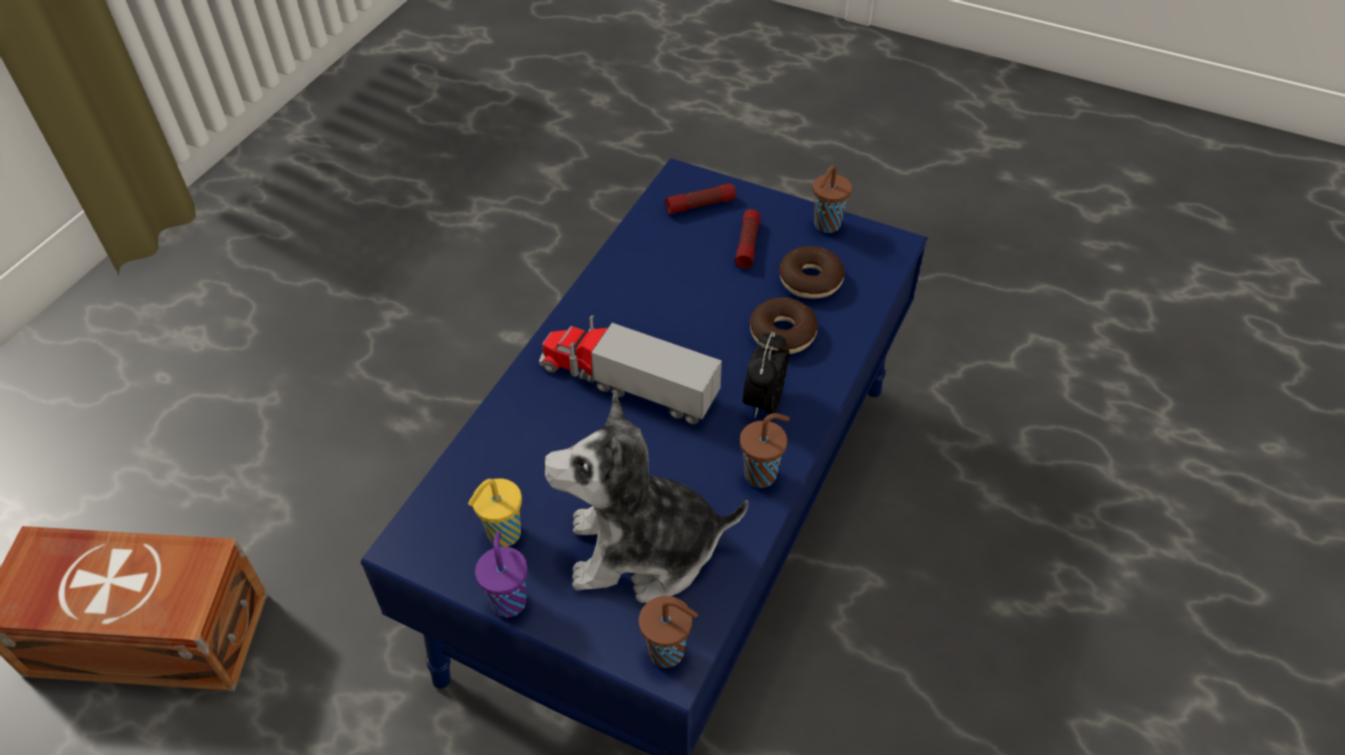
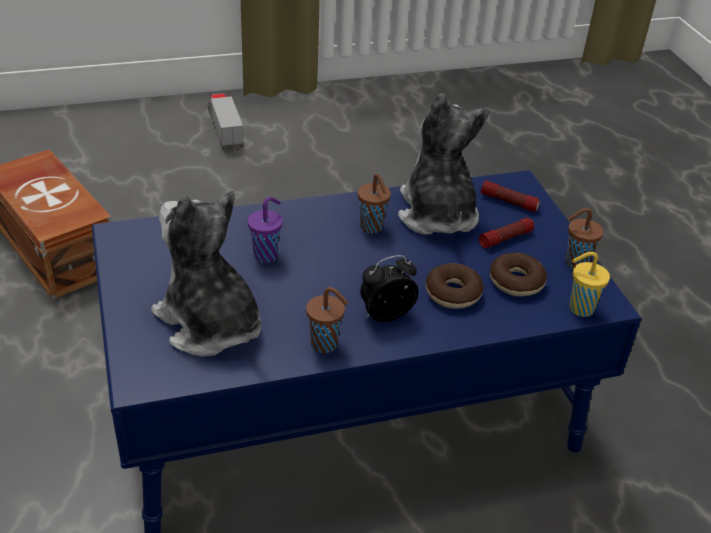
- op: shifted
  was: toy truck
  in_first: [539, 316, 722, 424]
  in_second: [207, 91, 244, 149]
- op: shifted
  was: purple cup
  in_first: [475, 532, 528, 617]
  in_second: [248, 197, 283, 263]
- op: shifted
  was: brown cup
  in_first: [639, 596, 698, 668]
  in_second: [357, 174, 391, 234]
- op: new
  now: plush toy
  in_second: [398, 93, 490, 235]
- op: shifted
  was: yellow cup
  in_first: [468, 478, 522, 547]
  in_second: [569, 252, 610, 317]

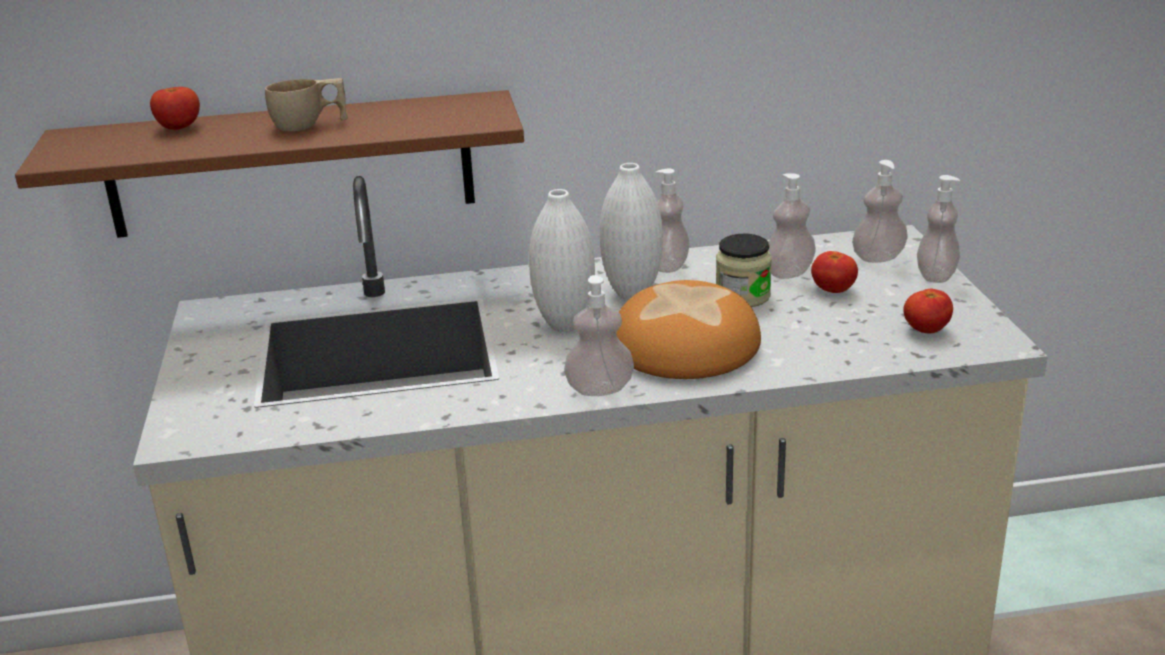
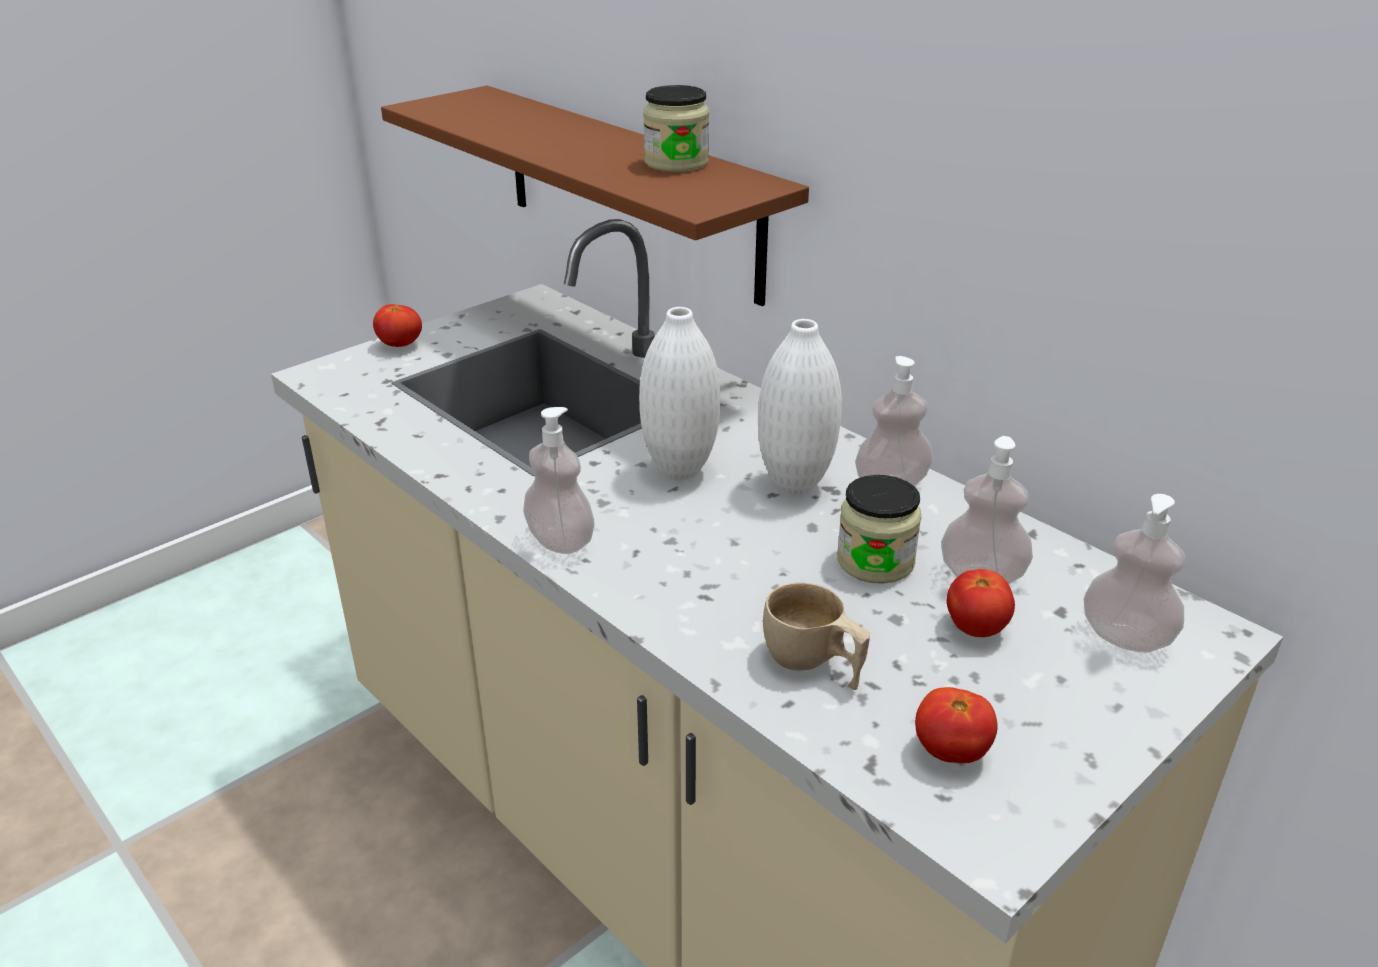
- op: shifted
  was: tomato
  in_first: [150, 87, 200, 130]
  in_second: [373, 304, 422, 347]
- op: new
  now: jar
  in_second: [643, 85, 709, 172]
- op: shifted
  was: beige cup
  in_first: [265, 78, 348, 131]
  in_second: [763, 582, 870, 690]
- op: gone
  was: bread
  in_first: [616, 280, 761, 379]
- op: gone
  was: soap dispenser
  in_first: [917, 175, 960, 283]

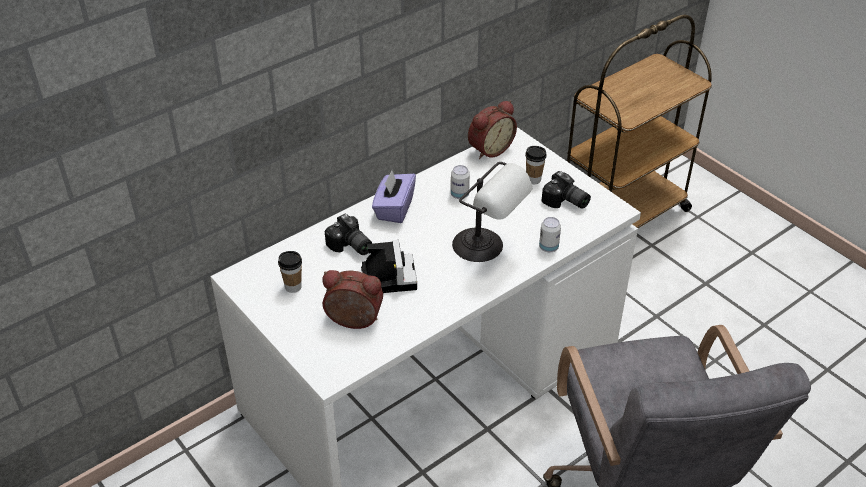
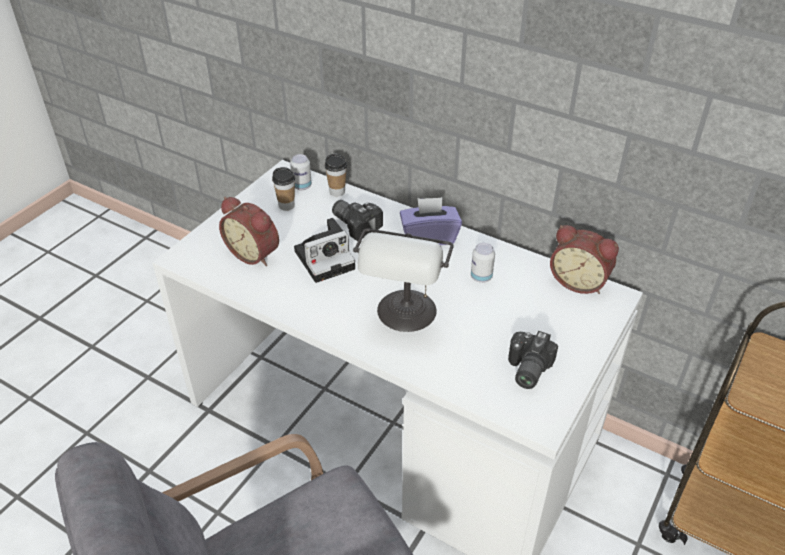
- op: rotated
  was: alarm clock
  in_first: [322, 270, 383, 329]
  in_second: [219, 197, 279, 266]
  clockwise: 135
- op: shifted
  was: can
  in_first: [539, 217, 561, 252]
  in_second: [290, 154, 312, 190]
- op: shifted
  was: cup
  in_first: [525, 146, 547, 184]
  in_second: [325, 154, 347, 197]
- op: rotated
  was: photo camera
  in_first: [325, 214, 372, 255]
  in_second: [332, 200, 383, 241]
  clockwise: 105

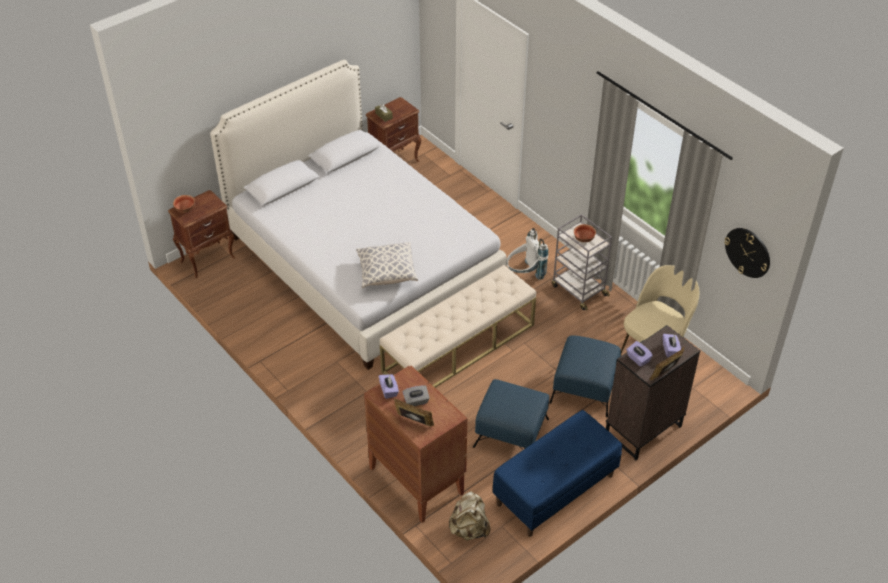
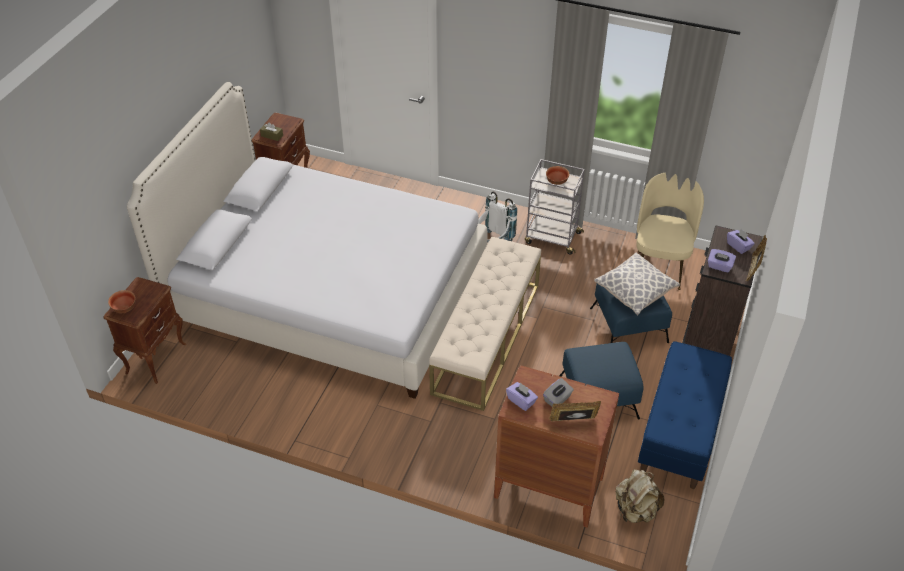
- op: shifted
  was: pillow
  in_first: [356, 242, 418, 288]
  in_second: [594, 253, 680, 316]
- op: gone
  was: wall clock
  in_first: [724, 228, 770, 278]

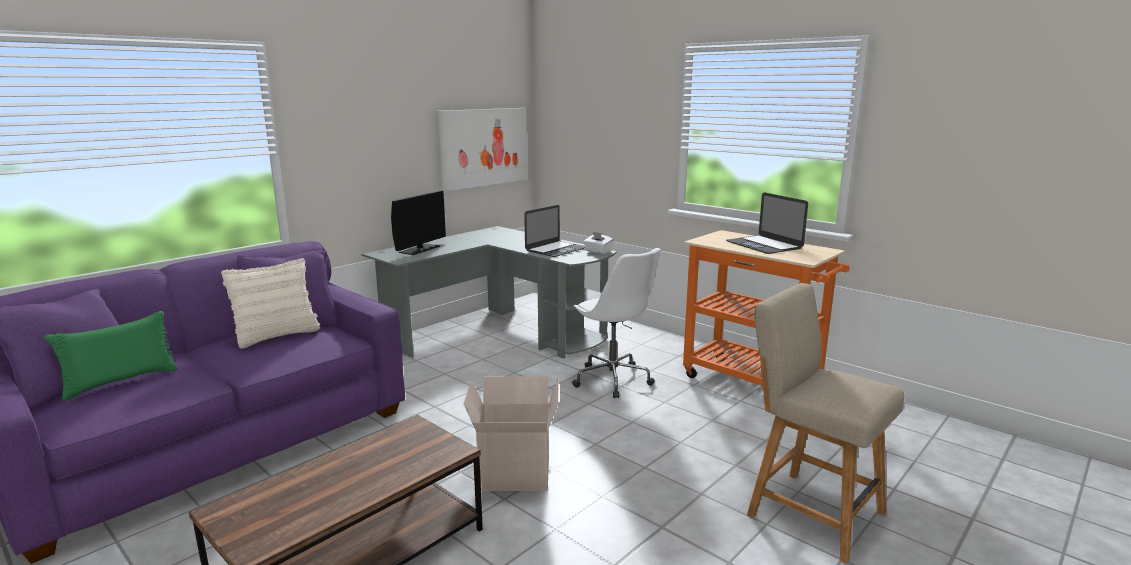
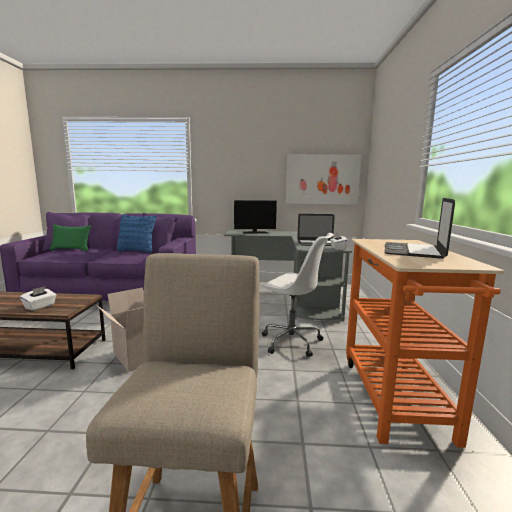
- op: new
  now: white tissue box
  in_second: [20, 286, 56, 311]
- op: repainted
  was: beige pillow
  now: blue pillow
  in_first: [221, 258, 320, 349]
  in_second: [117, 214, 157, 253]
- op: rotated
  was: white office chair
  in_first: [572, 248, 661, 398]
  in_second: [262, 233, 334, 357]
  clockwise: -75

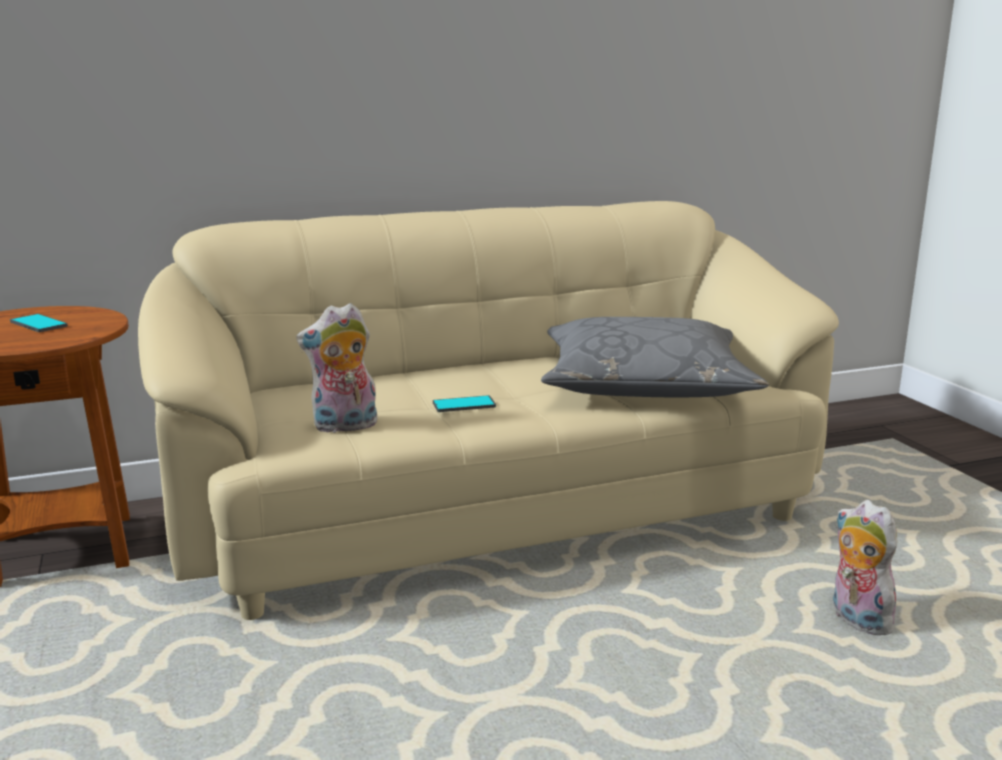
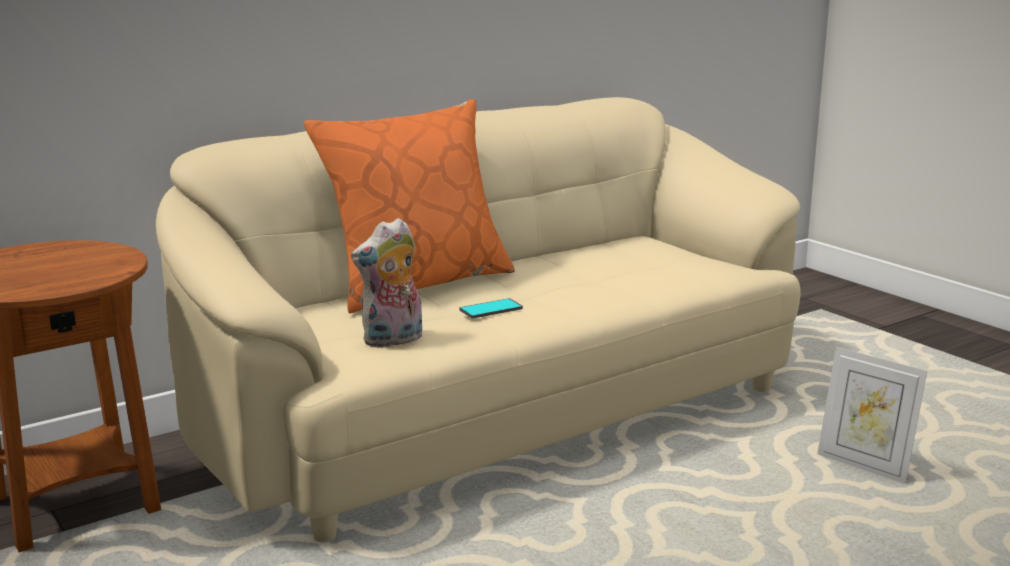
- op: new
  now: orange pillow
  in_second: [304, 99, 515, 313]
- op: swapped
  was: plush toy
  now: picture frame
  in_first: [833, 500, 897, 635]
  in_second: [817, 347, 927, 484]
- op: gone
  was: phone
  in_first: [10, 314, 68, 332]
- op: gone
  was: grey pillow
  in_first: [541, 317, 769, 397]

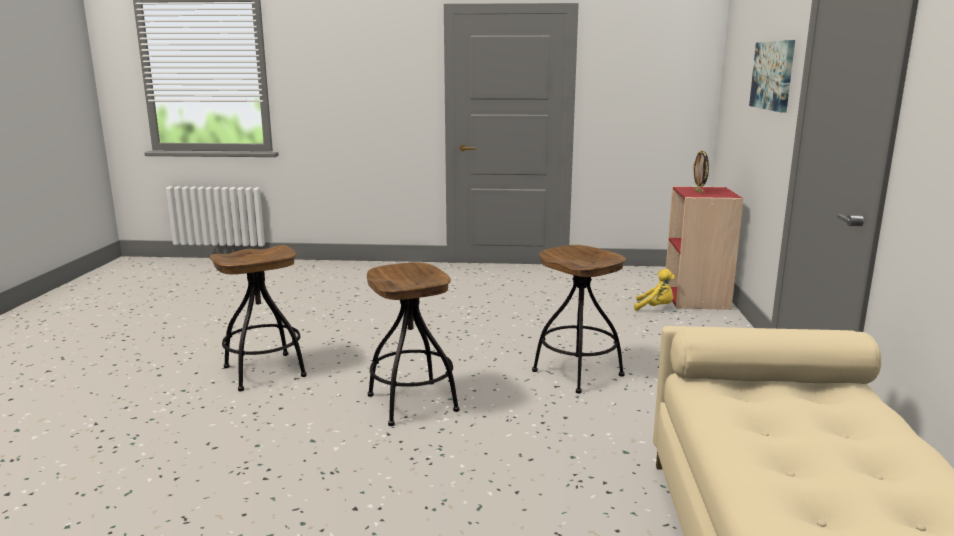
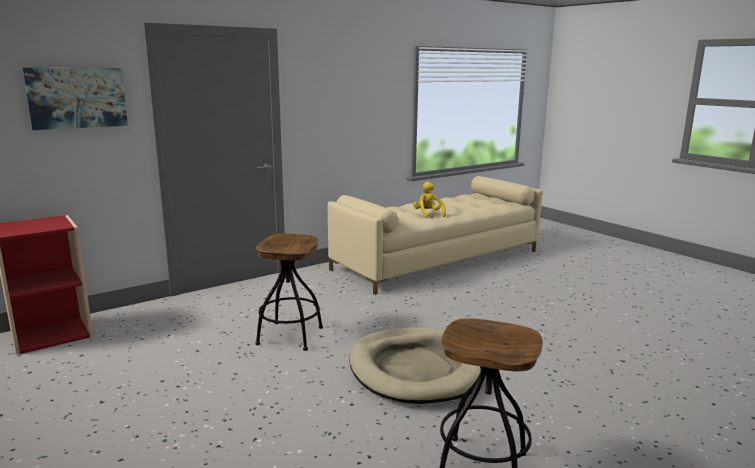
- op: swapped
  was: brown stool
  now: beige dog bed
  in_first: [367, 262, 459, 426]
  in_second: [349, 327, 486, 404]
- op: shifted
  was: yellow plush toy
  in_first: [634, 269, 675, 311]
  in_second: [413, 182, 446, 218]
- op: gone
  was: picture frame
  in_first: [693, 150, 709, 193]

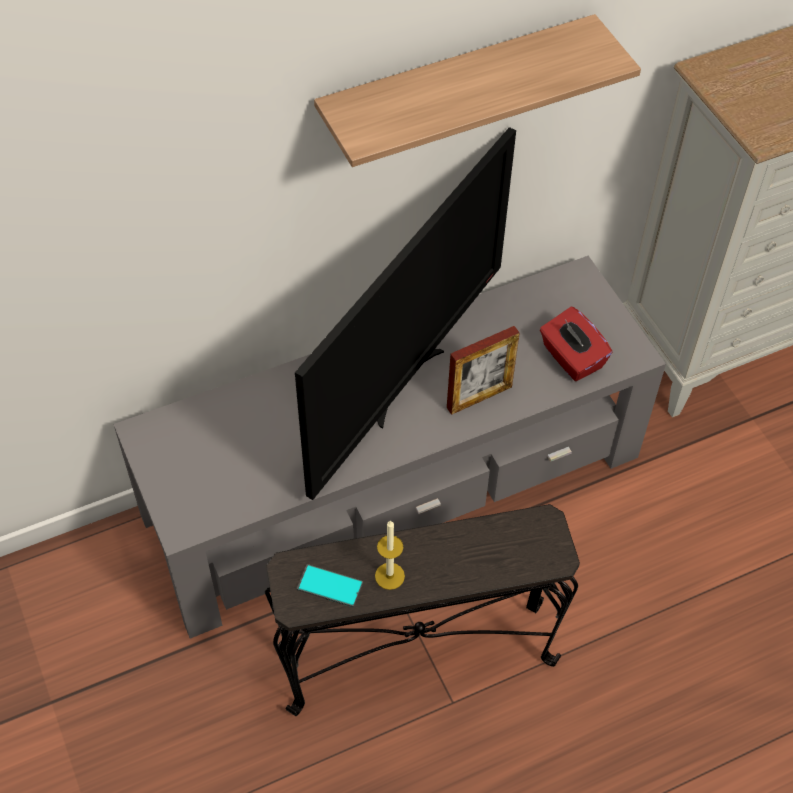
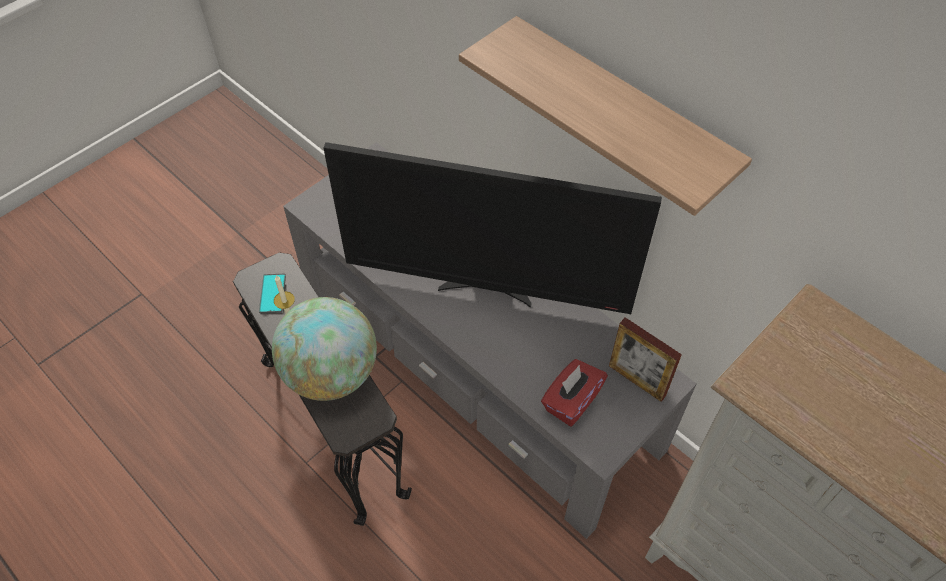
- op: new
  now: globe
  in_second: [272, 297, 377, 401]
- op: shifted
  was: picture frame
  in_first: [447, 326, 520, 415]
  in_second: [609, 317, 682, 402]

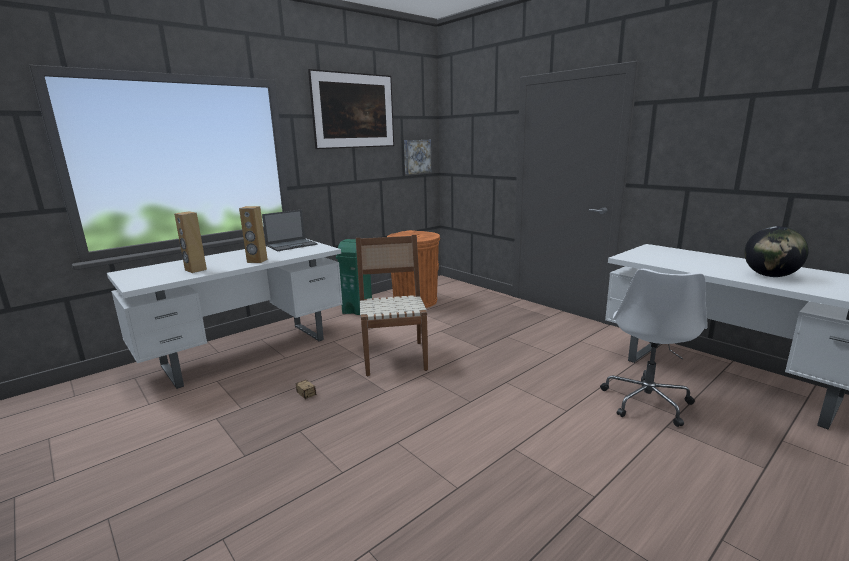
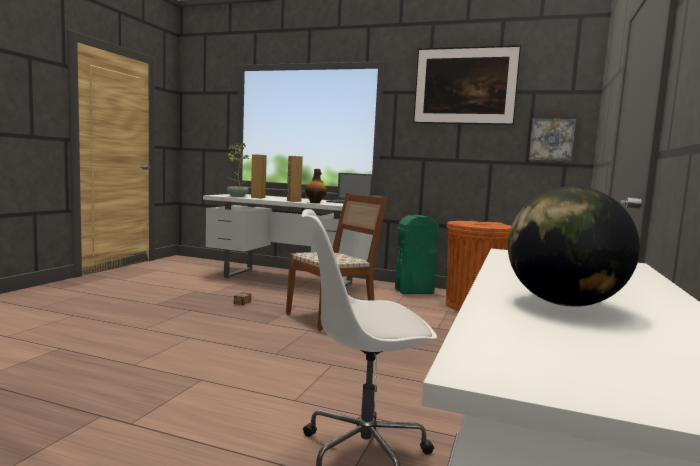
- op: new
  now: potted plant
  in_second: [227, 143, 251, 197]
- op: new
  now: bottle
  in_second: [305, 169, 327, 203]

